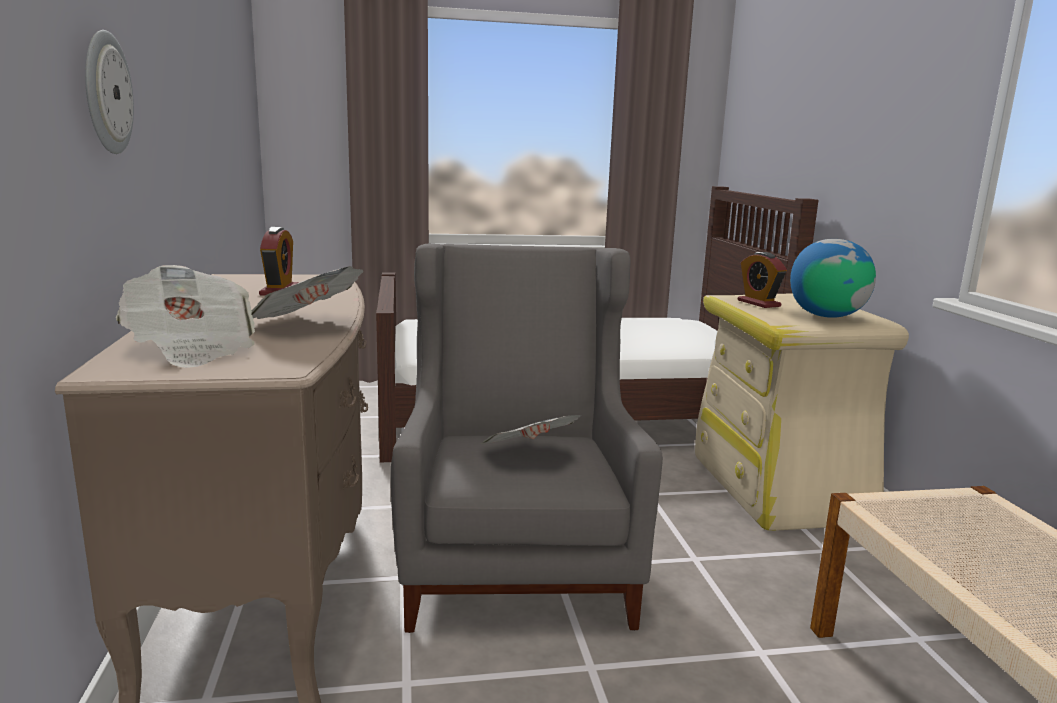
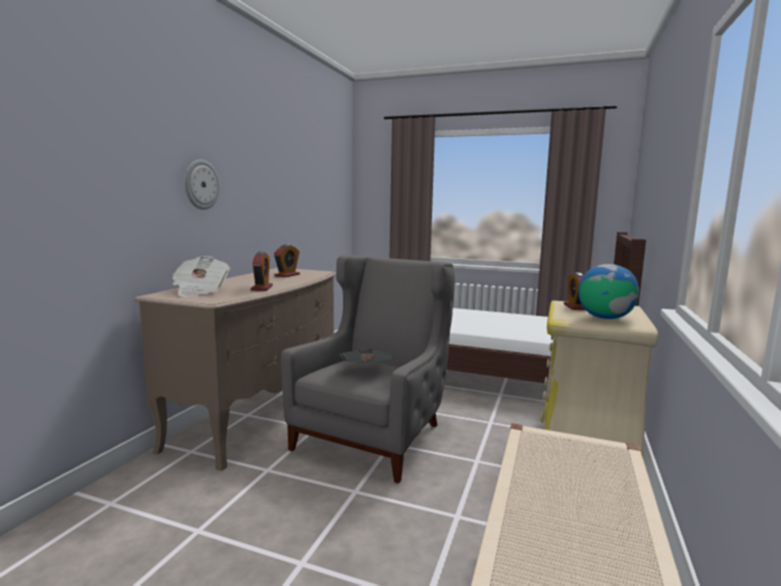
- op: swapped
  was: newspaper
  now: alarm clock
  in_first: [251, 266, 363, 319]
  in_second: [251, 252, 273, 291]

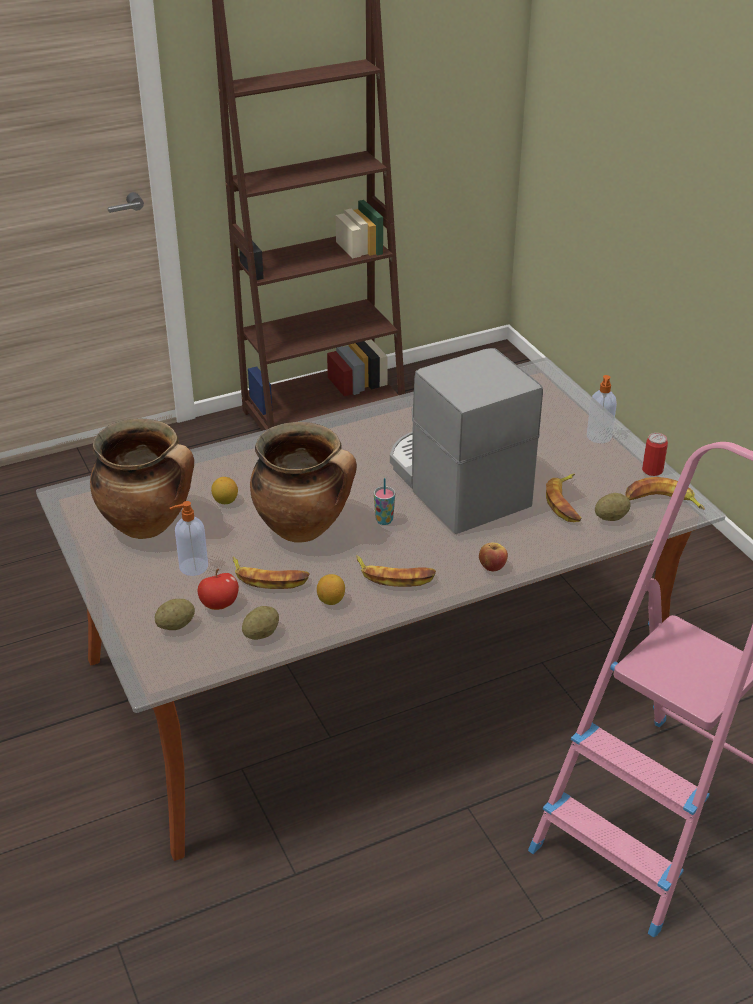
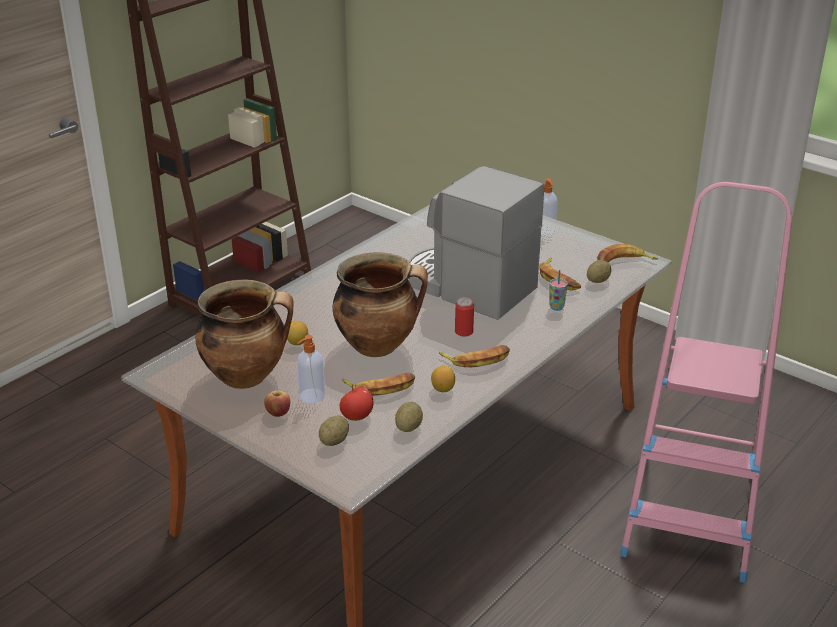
- op: shifted
  was: apple
  in_first: [479, 543, 508, 571]
  in_second: [264, 391, 290, 417]
- op: shifted
  was: can
  in_first: [642, 433, 668, 476]
  in_second: [455, 297, 474, 337]
- op: shifted
  was: cup
  in_first: [374, 478, 395, 525]
  in_second: [550, 270, 568, 311]

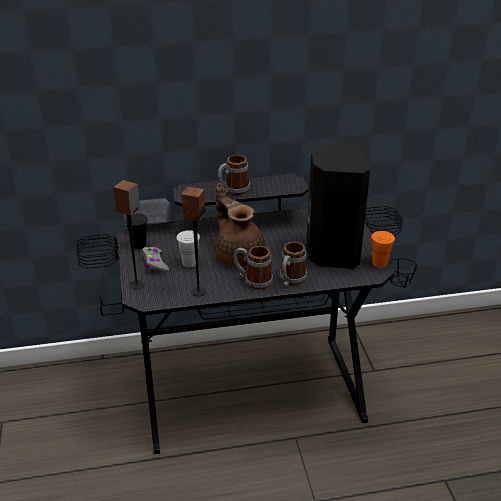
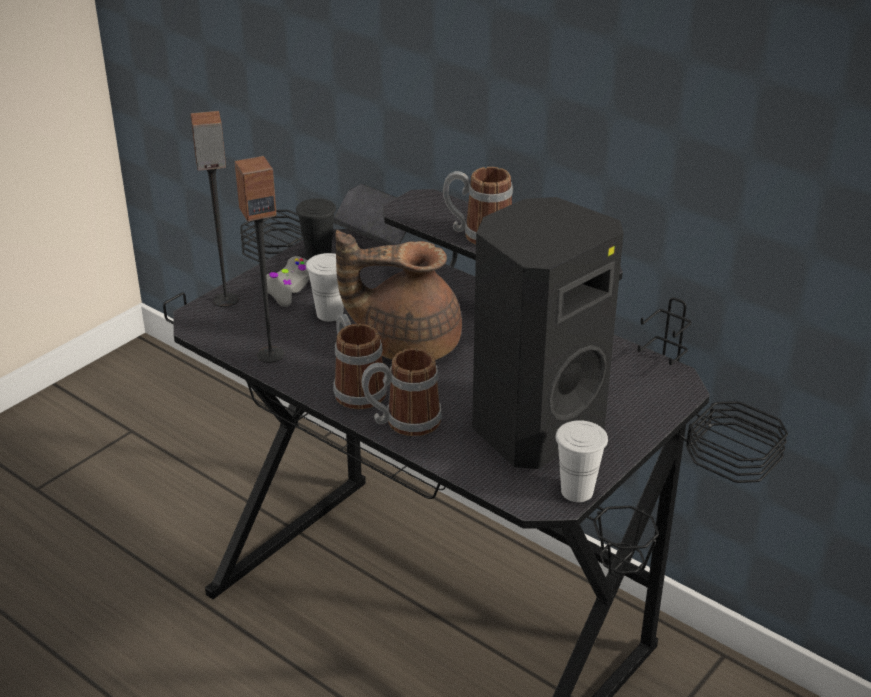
- op: rotated
  was: brown teapot
  in_first: [215, 183, 265, 267]
  in_second: [335, 230, 462, 360]
  clockwise: -105
- op: repainted
  was: orange cup
  now: white cup
  in_first: [371, 231, 395, 268]
  in_second: [556, 420, 608, 502]

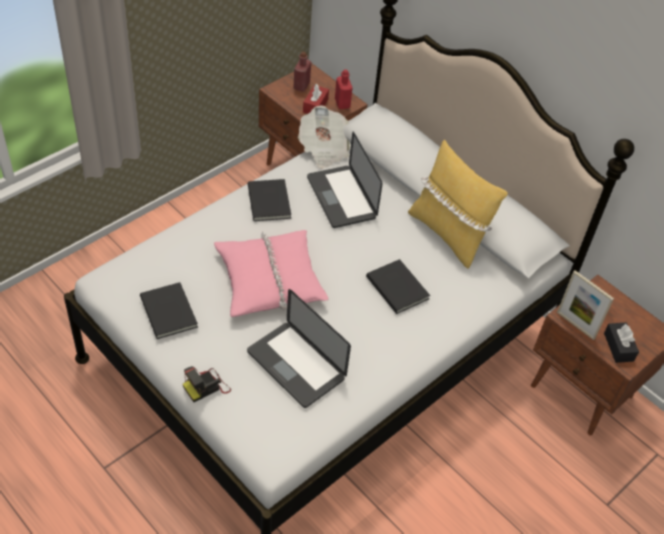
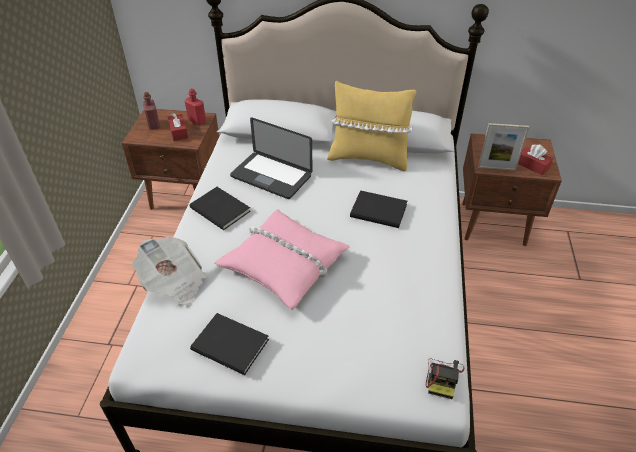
- op: shifted
  was: newspaper
  in_first: [298, 106, 350, 169]
  in_second: [133, 237, 206, 305]
- op: shifted
  was: photo camera
  in_first: [183, 366, 231, 402]
  in_second: [426, 358, 464, 399]
- op: repainted
  was: black tissue box
  now: red tissue box
  in_first: [604, 322, 639, 363]
  in_second: [518, 144, 553, 175]
- op: gone
  was: laptop
  in_first: [247, 289, 351, 408]

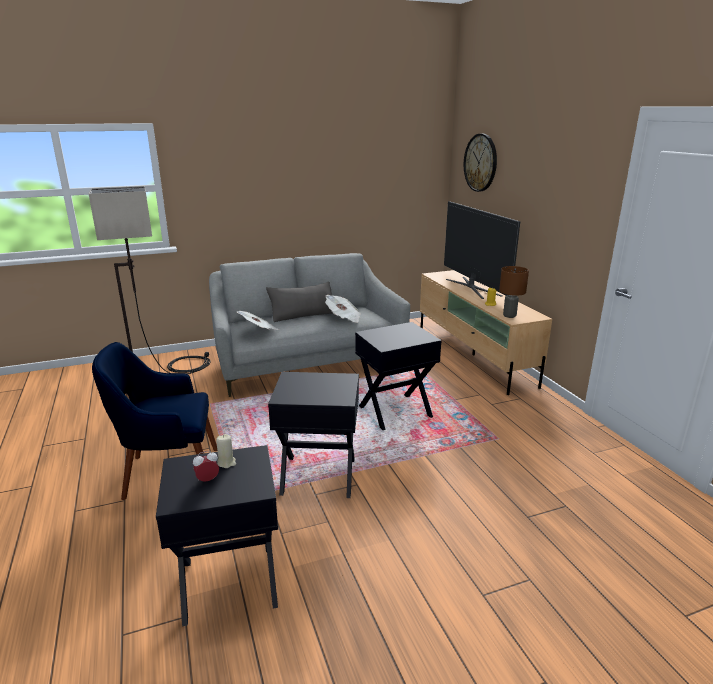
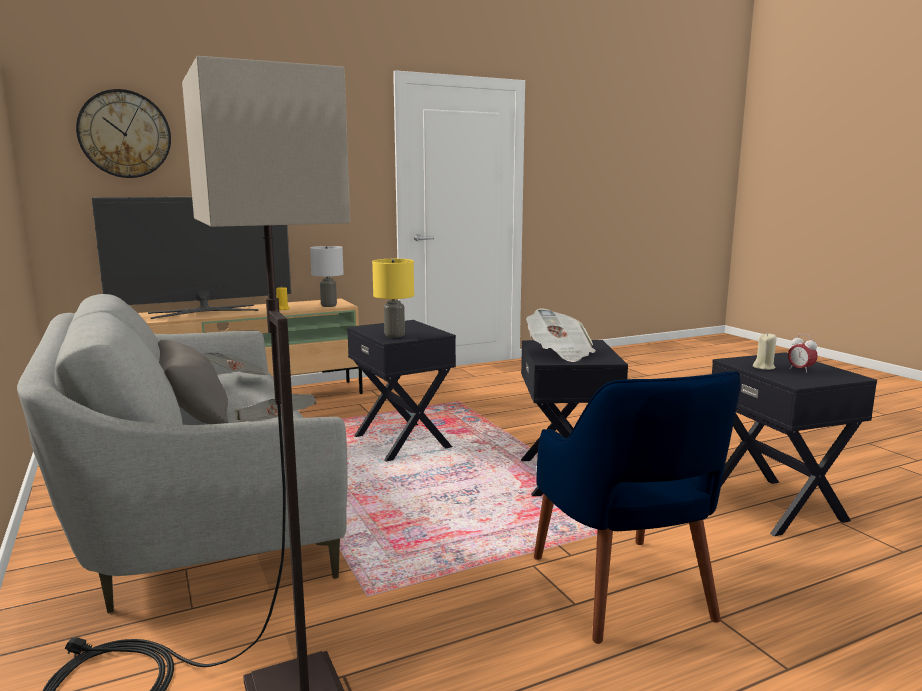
- op: repainted
  was: brown table lamp
  now: white table lamp
  in_first: [499, 266, 529, 318]
  in_second: [310, 246, 344, 307]
- op: new
  now: yellow table lamp
  in_second: [372, 259, 414, 338]
- op: new
  now: newspaper
  in_second: [526, 308, 596, 362]

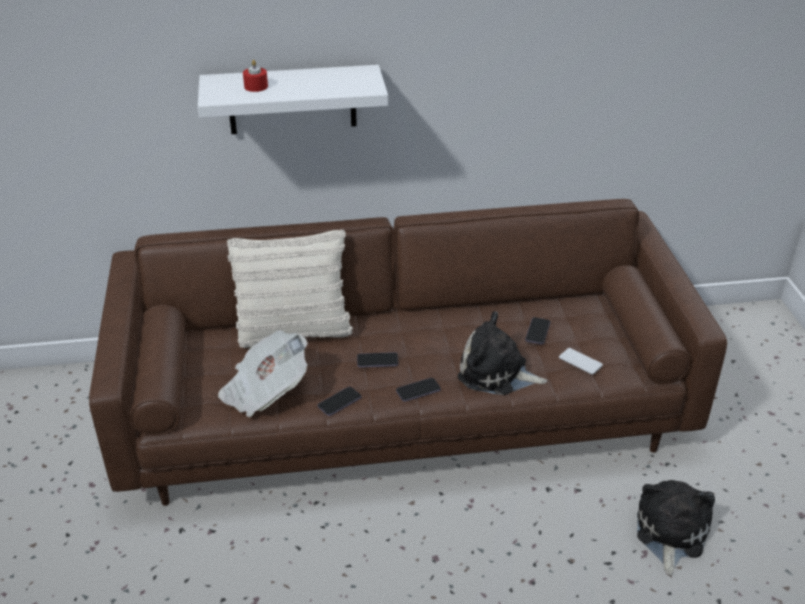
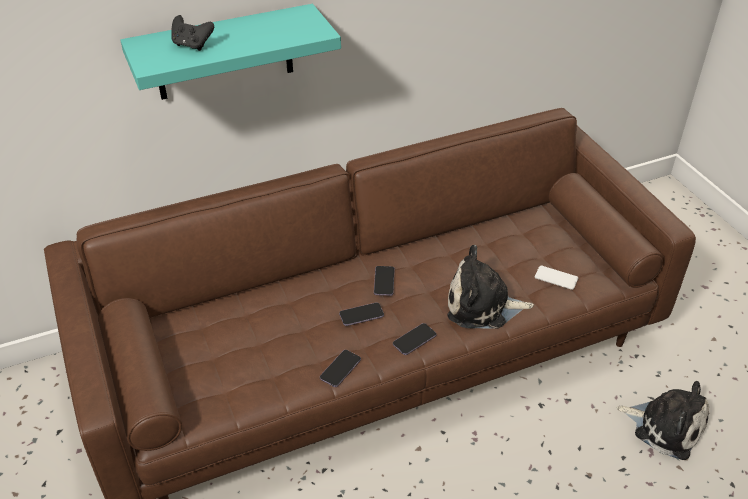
- op: repainted
  was: white shelf
  now: turquoise shelf
  in_first: [198, 65, 388, 134]
  in_second: [120, 4, 341, 100]
- op: swapped
  was: red candle
  now: black game controller
  in_first: [243, 60, 268, 92]
  in_second: [171, 15, 214, 51]
- op: shifted
  was: phone
  in_first: [525, 317, 551, 344]
  in_second: [374, 266, 394, 296]
- op: rotated
  was: plush toy
  in_first: [637, 480, 715, 575]
  in_second: [616, 381, 709, 460]
  clockwise: 120
- op: gone
  was: newspaper
  in_first: [218, 330, 308, 417]
- op: gone
  was: beige pillow
  in_first: [227, 229, 353, 348]

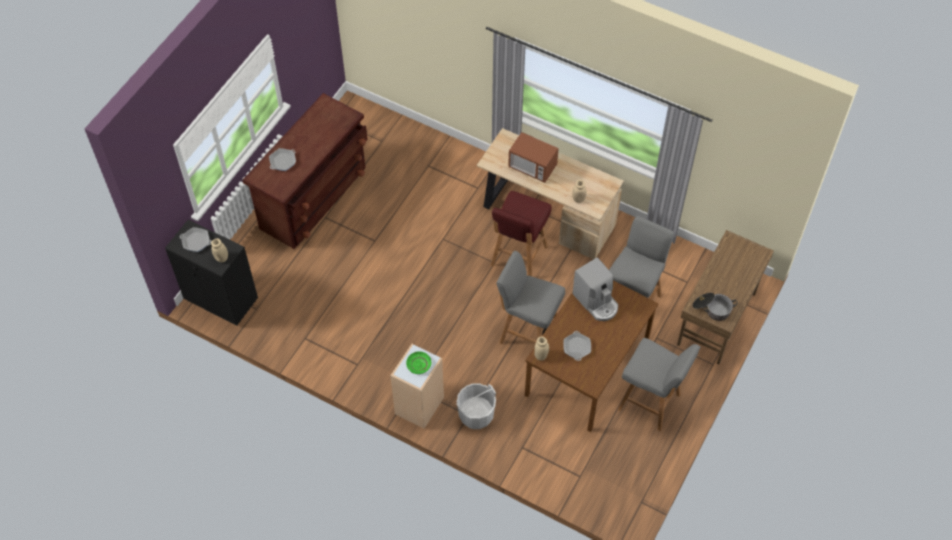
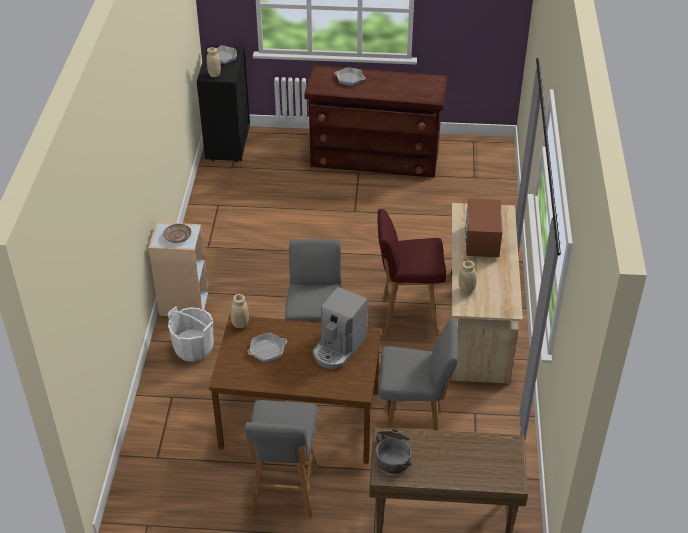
- op: repainted
  was: green plate
  now: beige plate
  in_first: [406, 351, 431, 374]
  in_second: [163, 224, 191, 243]

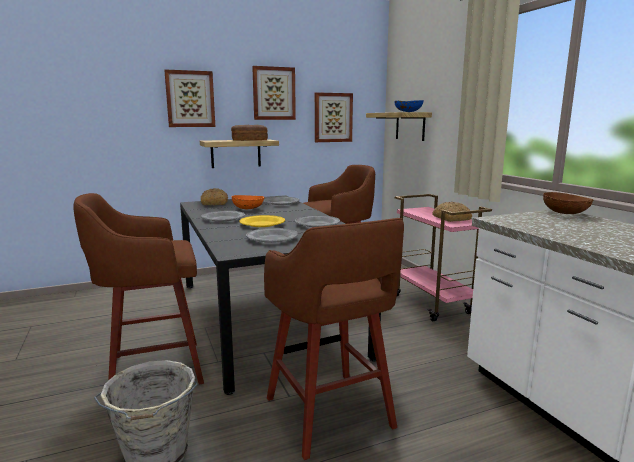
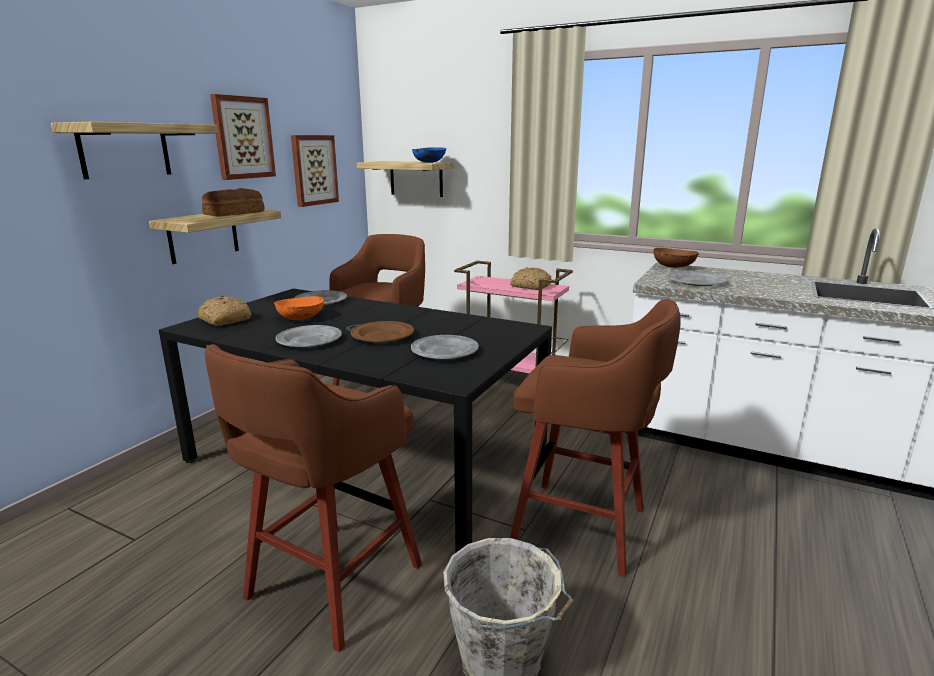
- op: swapped
  was: picture
  now: shelf
  in_first: [164, 69, 215, 127]
  in_second: [50, 122, 218, 179]
- op: repainted
  was: yellow plate
  now: brown plate
  in_first: [239, 215, 285, 227]
  in_second: [351, 321, 414, 342]
- op: shifted
  was: grey plate
  in_first: [295, 215, 340, 227]
  in_second: [667, 271, 728, 286]

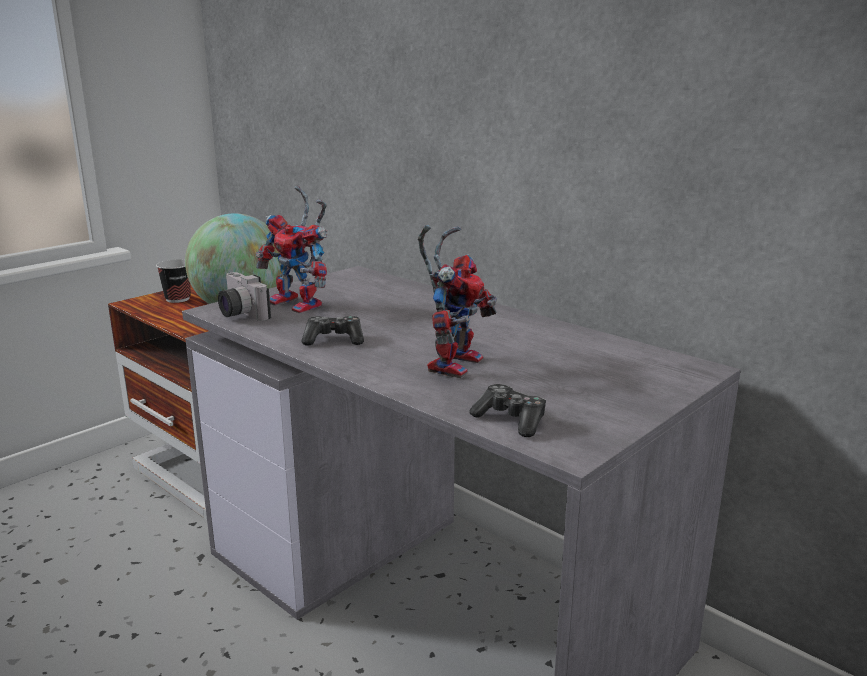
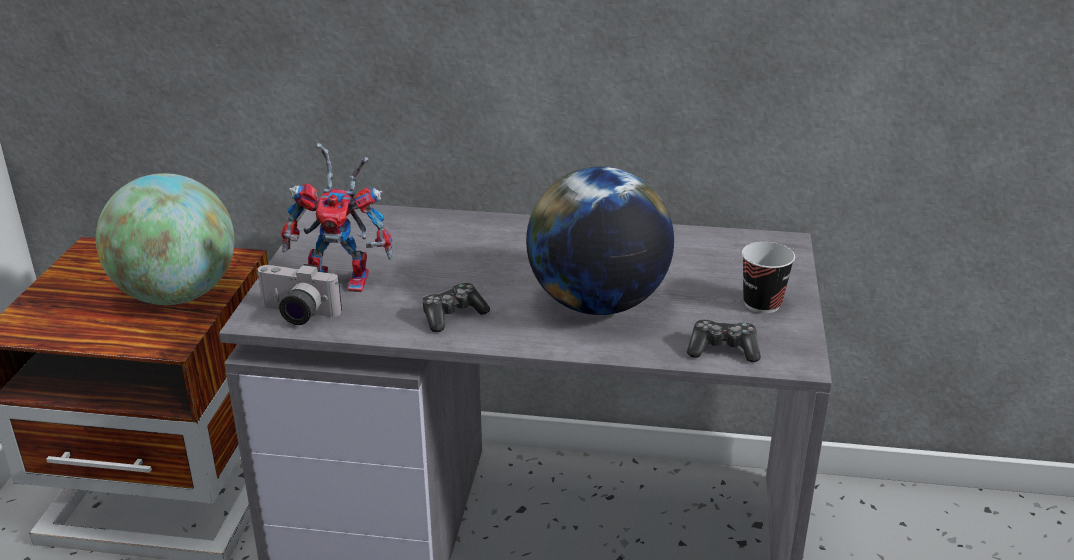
- op: swapped
  was: toy robot
  now: globe
  in_first: [418, 225, 497, 378]
  in_second: [526, 167, 674, 315]
- op: shifted
  was: cup
  in_first: [156, 259, 190, 303]
  in_second: [742, 242, 795, 314]

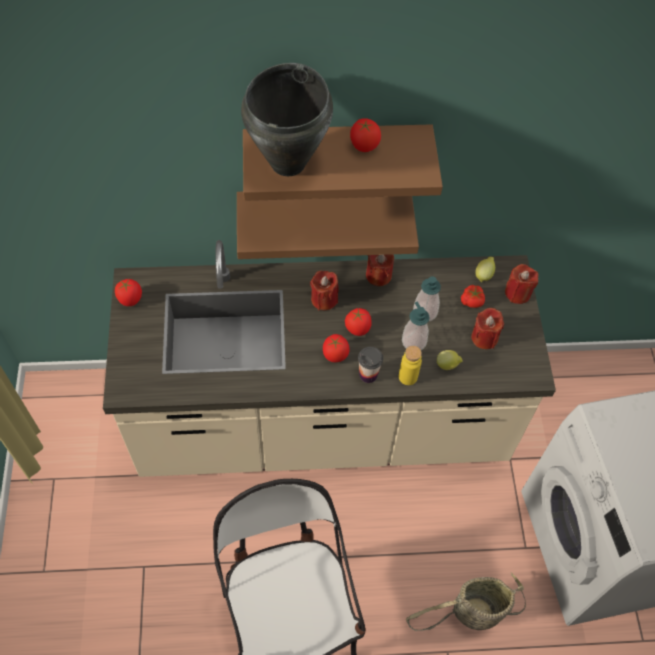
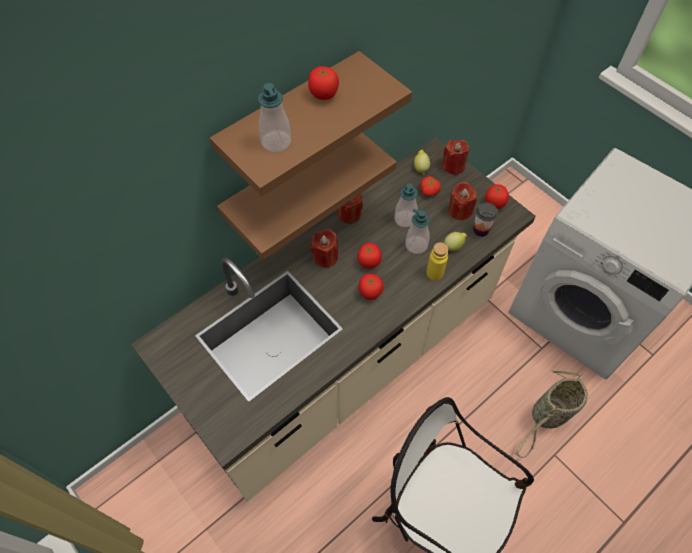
- op: swapped
  was: black cooking pot
  now: soap dispenser
  in_first: [241, 63, 333, 176]
  in_second: [258, 83, 291, 152]
- op: shifted
  was: cup
  in_first: [358, 347, 383, 383]
  in_second: [473, 203, 498, 237]
- op: shifted
  was: tomato
  in_first: [115, 279, 142, 306]
  in_second: [485, 184, 509, 209]

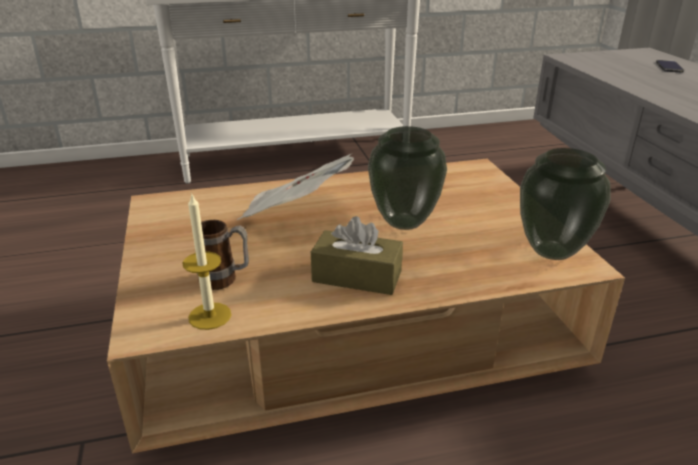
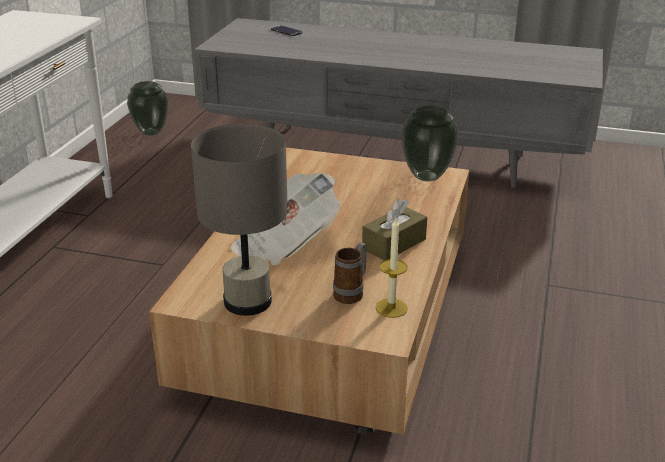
- op: shifted
  was: vase
  in_first: [368, 126, 447, 230]
  in_second: [127, 81, 168, 136]
- op: new
  now: grey table lamp
  in_second: [191, 124, 287, 316]

